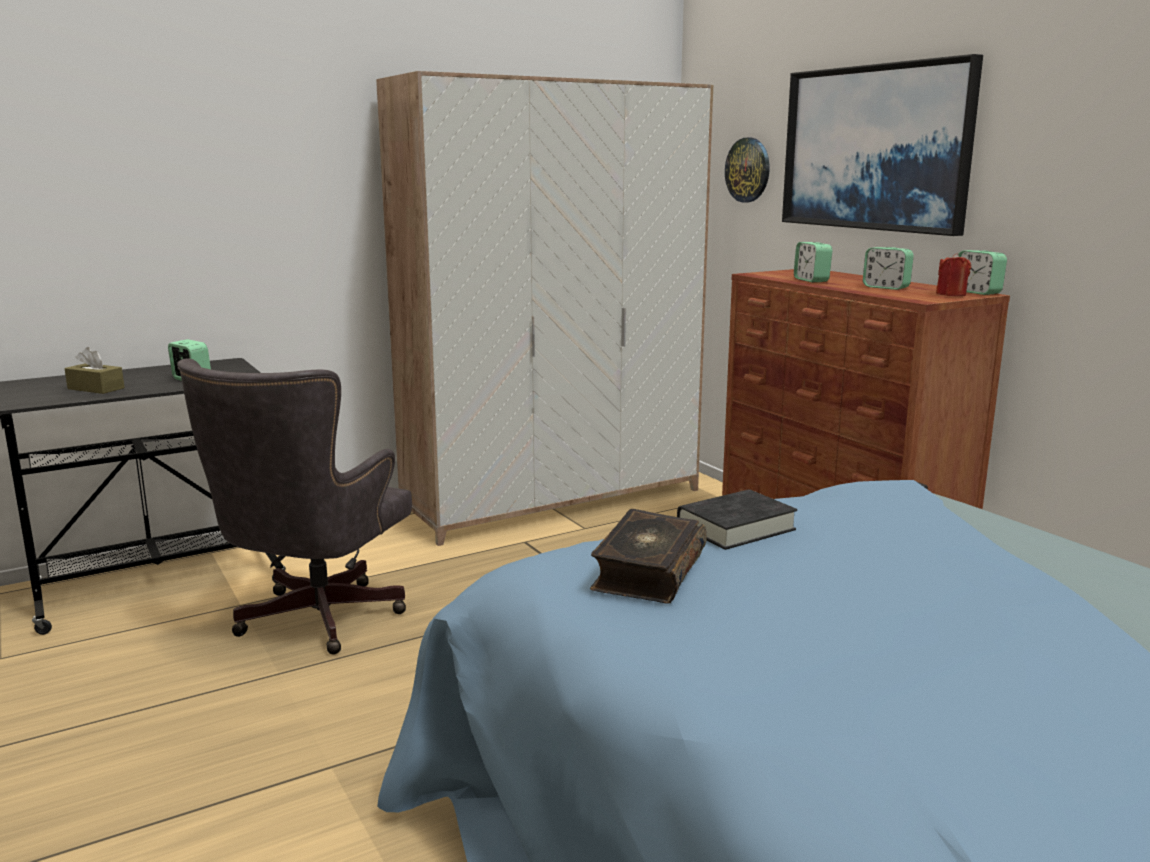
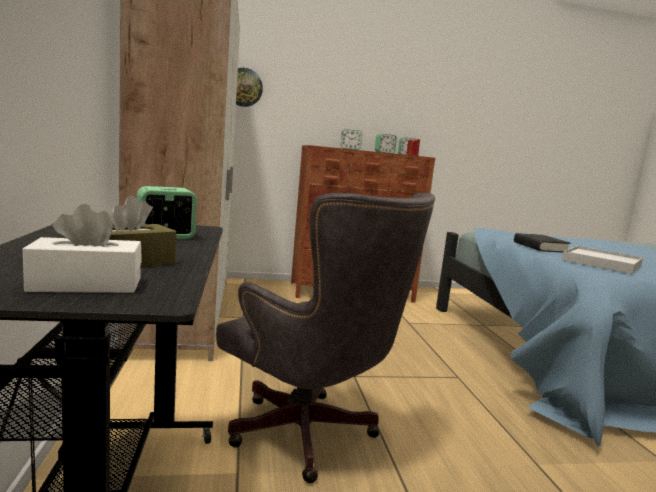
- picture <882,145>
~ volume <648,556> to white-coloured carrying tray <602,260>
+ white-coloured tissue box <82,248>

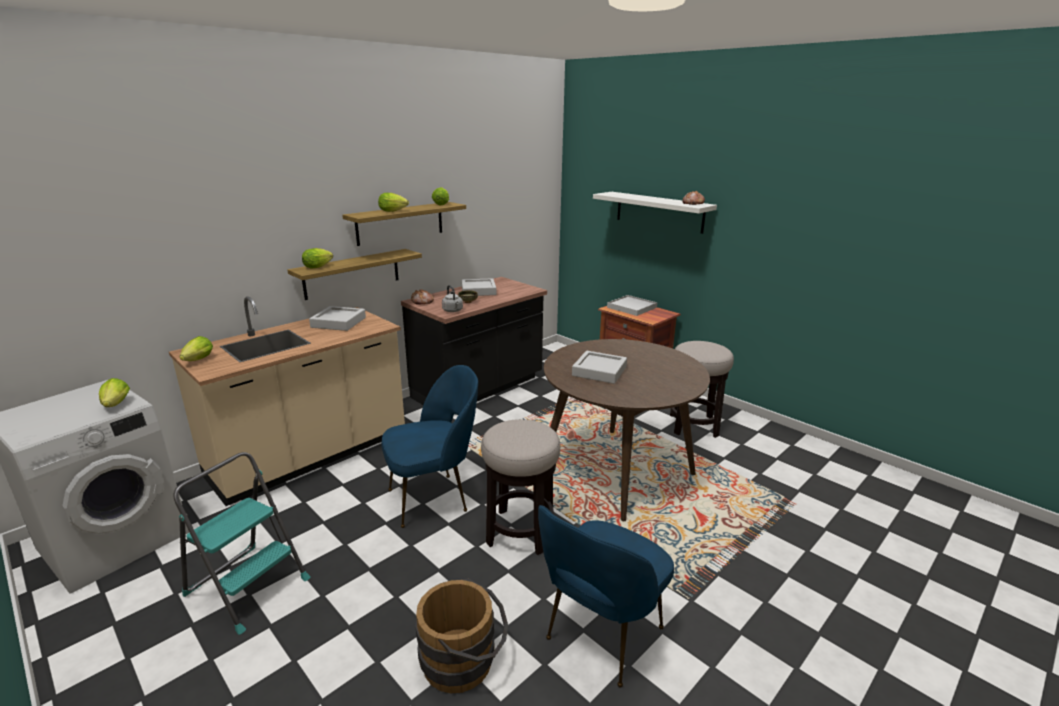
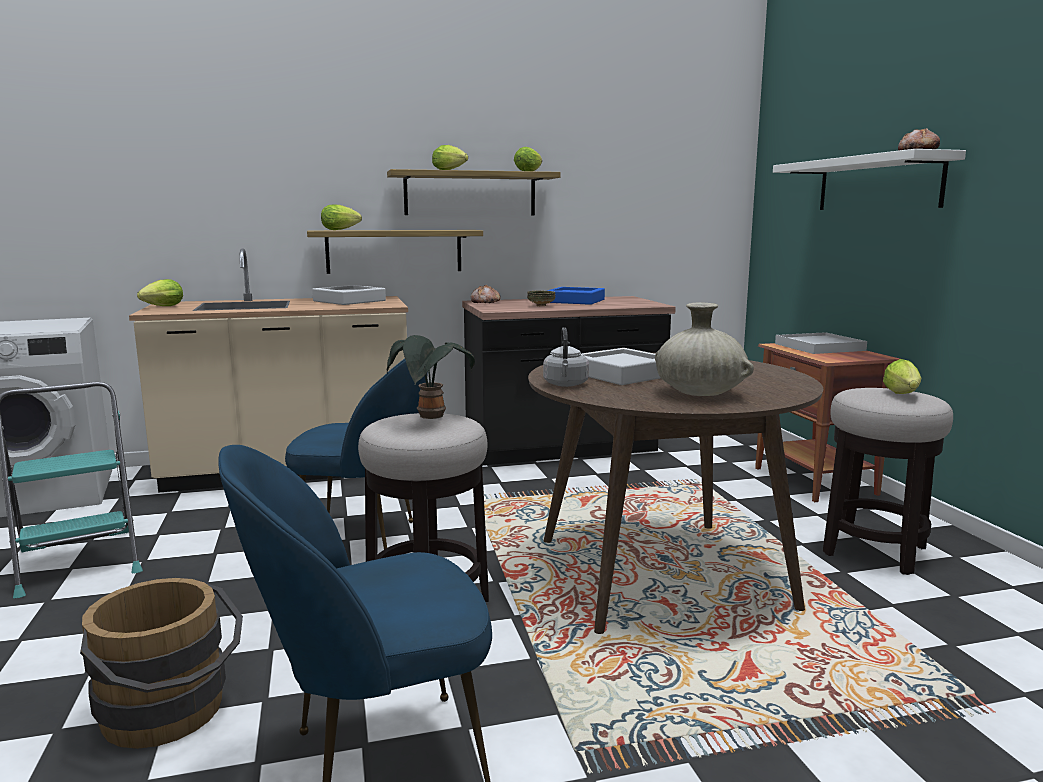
~ gray carrying tray <478,287> to blue-coloured carrying tray <576,296>
~ gray kettle <452,298> to <566,357>
~ lettuce head <114,392> to <902,376>
+ beige-coloured decorative vase <704,349>
+ plant in a pot <431,377>

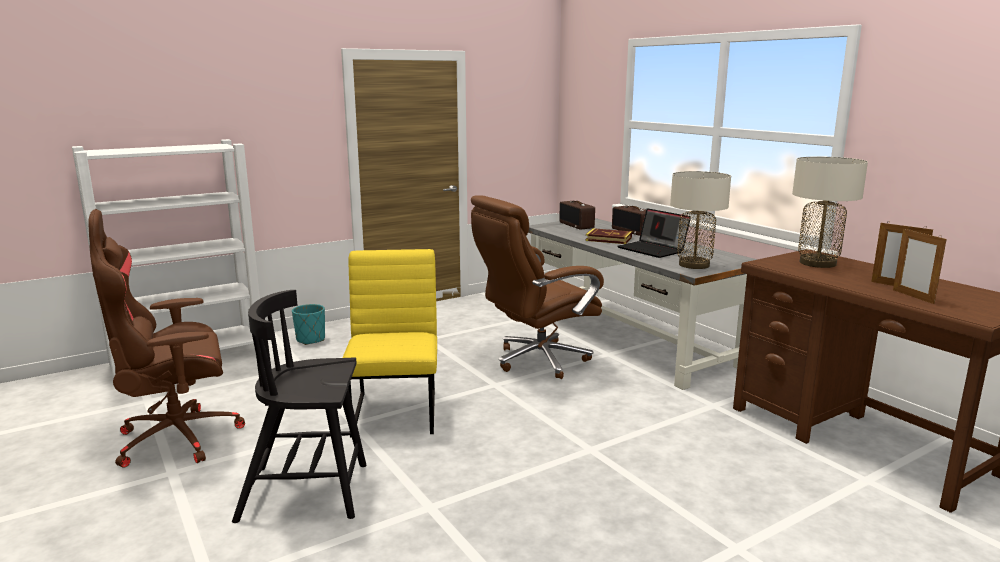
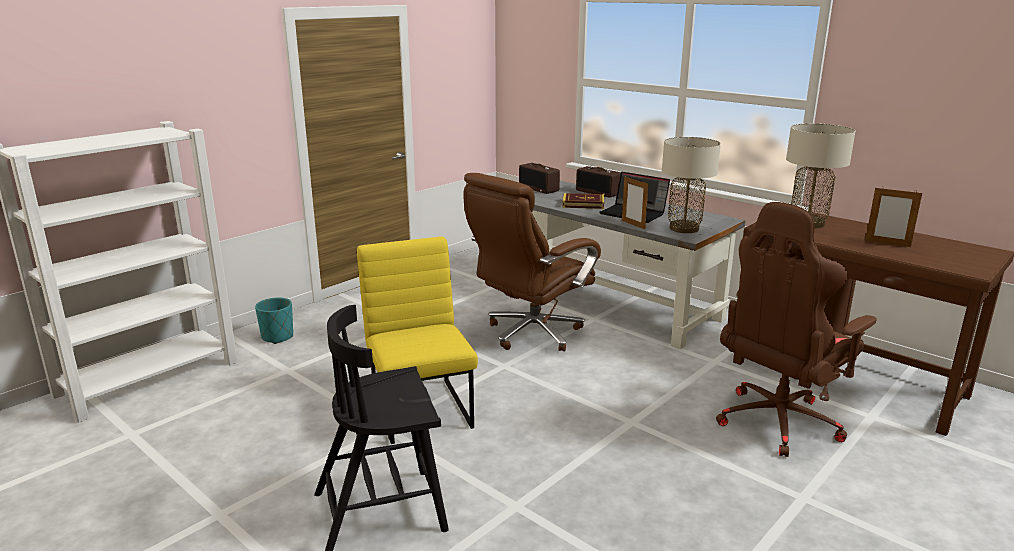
~ brown desk chair <166,338> to <796,329>
~ standing frame <920,266> to <635,203>

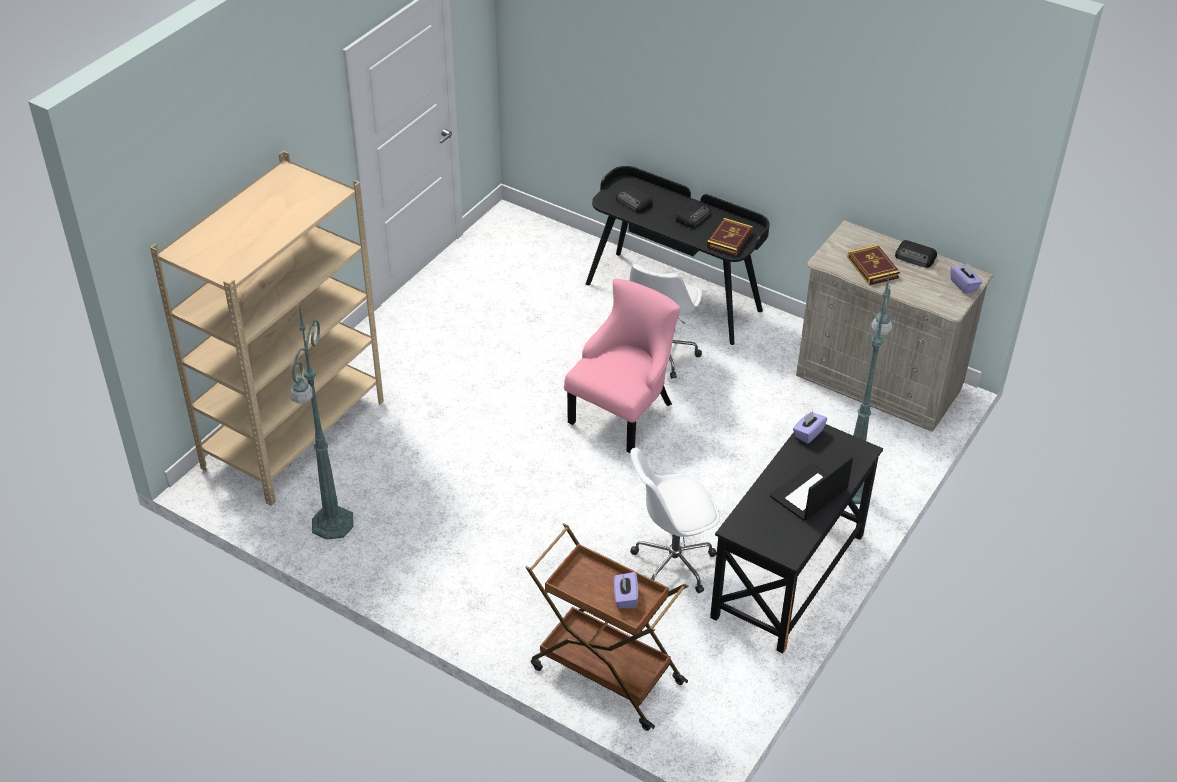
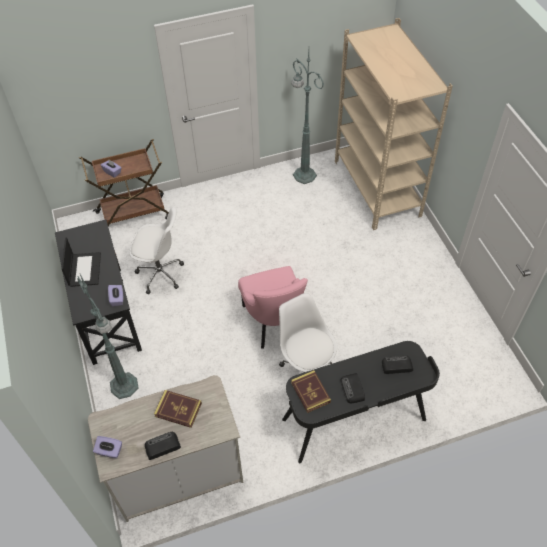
~ white-coloured desk chair <675,520> = <156,250> 75 degrees clockwise

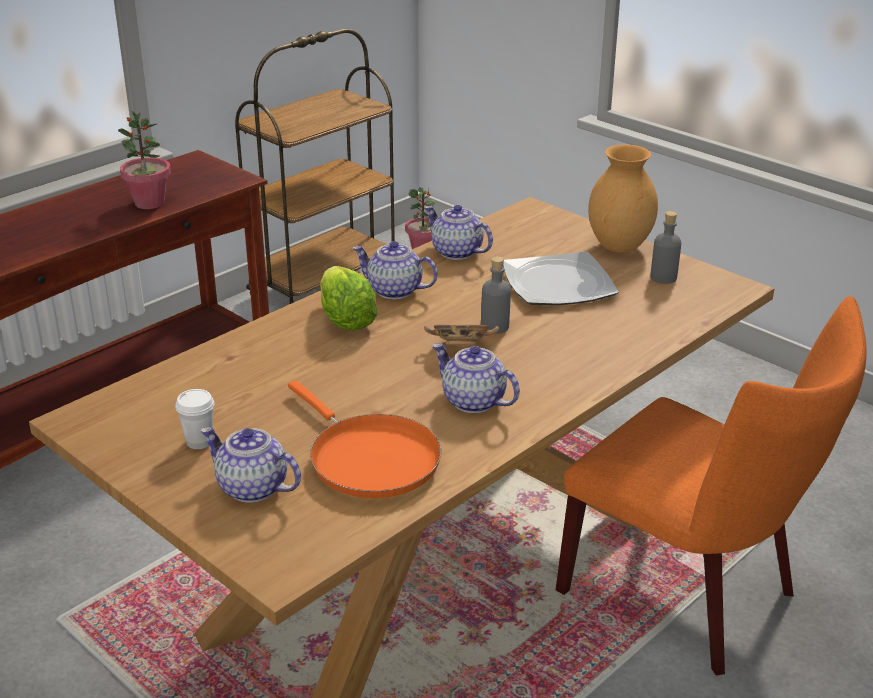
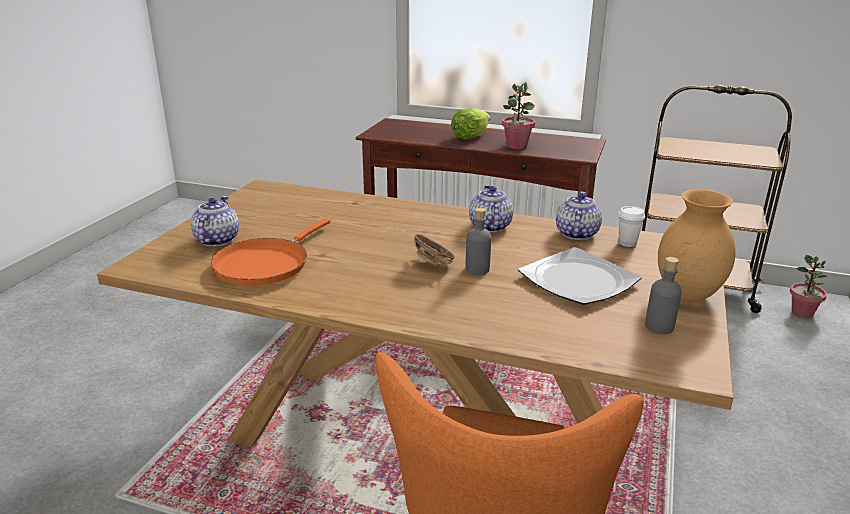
~ lettuce head <349,298> to <471,124>
- tea pot <476,378>
~ white-coloured cup <195,419> to <631,226>

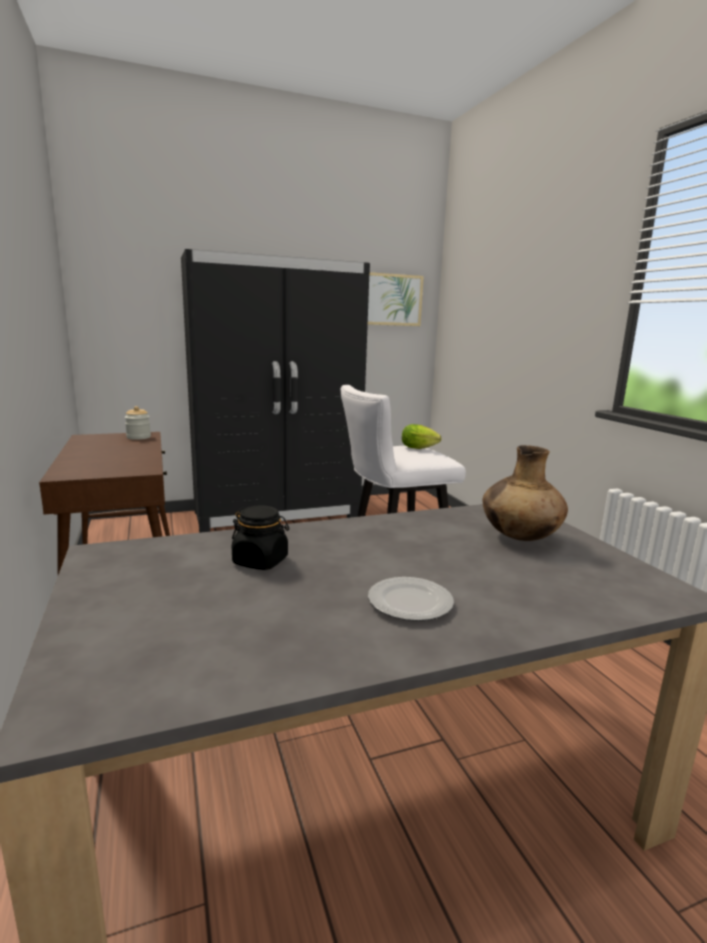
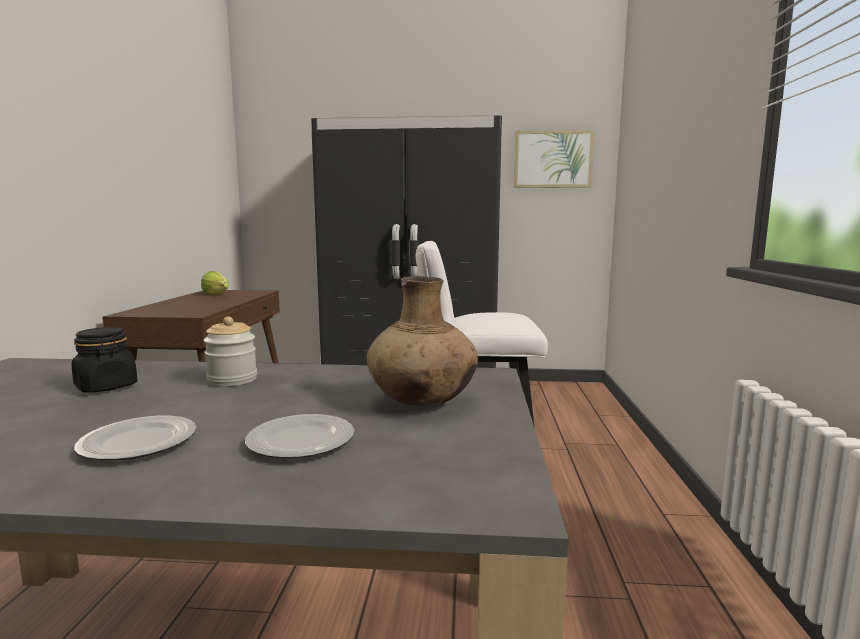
~ storage jar <138,423> to <230,351>
~ lettuce head <421,436> to <215,283>
+ flat dish <299,436>

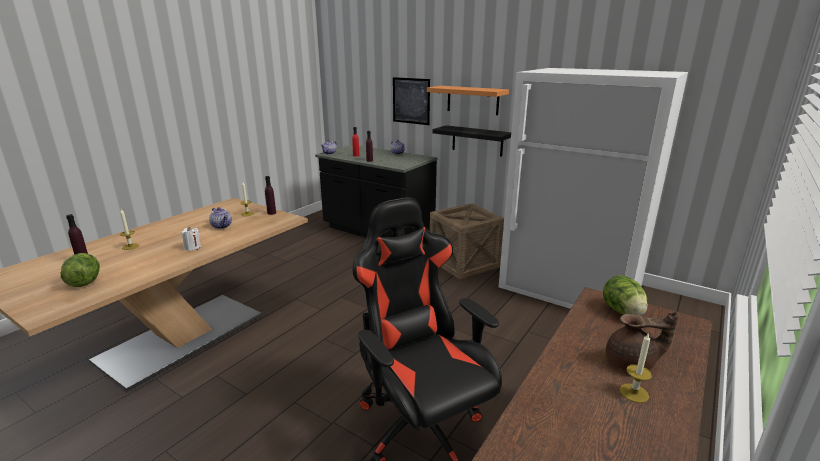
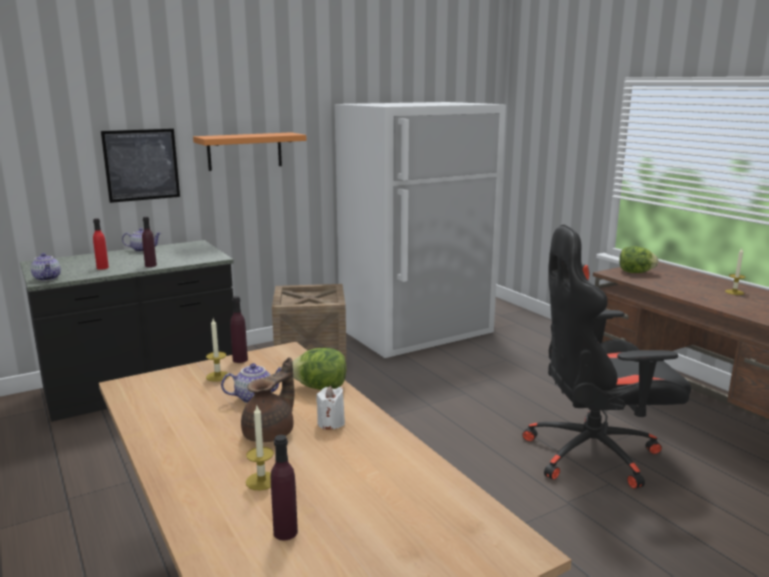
- black-coloured bracket shelf <471,141>
~ lettuce head <80,270> to <319,369>
~ brown tea pot <642,341> to <267,399>

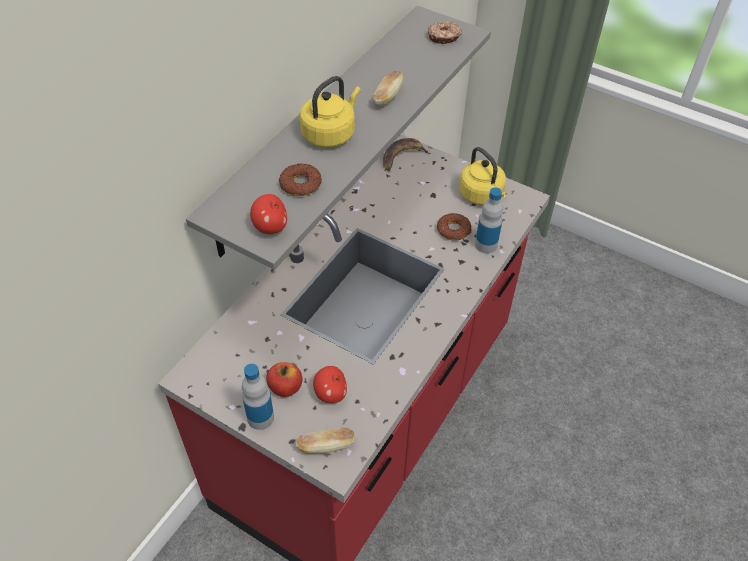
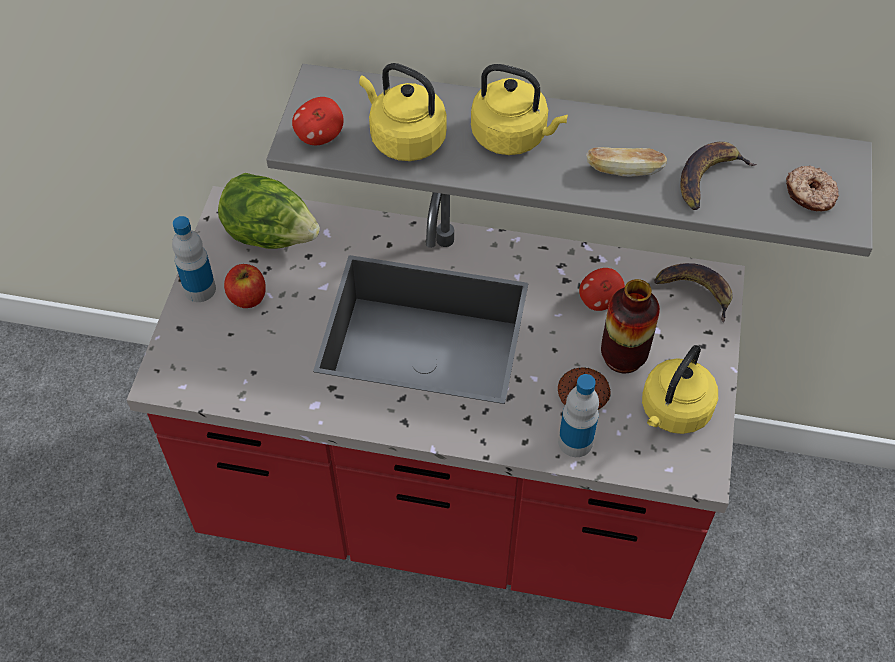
~ donut <300,179> to yellow-coloured kettle <403,112>
~ whole apple <330,384> to <602,289>
- bread <325,440>
+ banana <719,176>
+ lettuce head <269,211>
+ decorative vase <630,326>

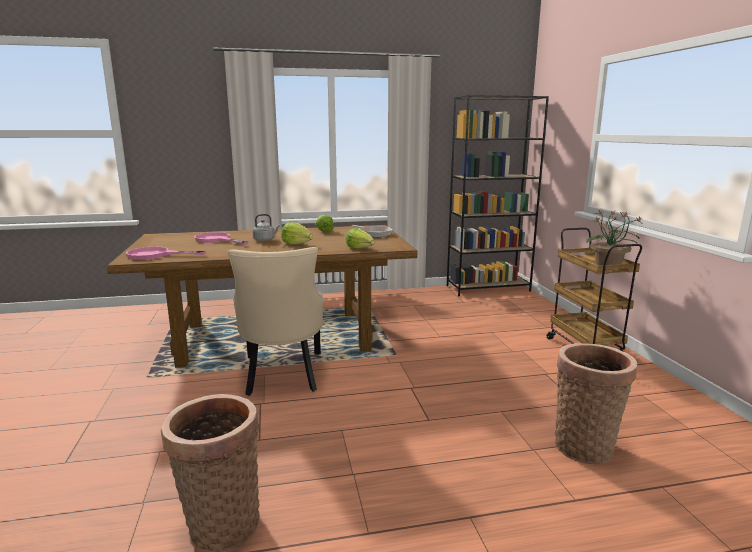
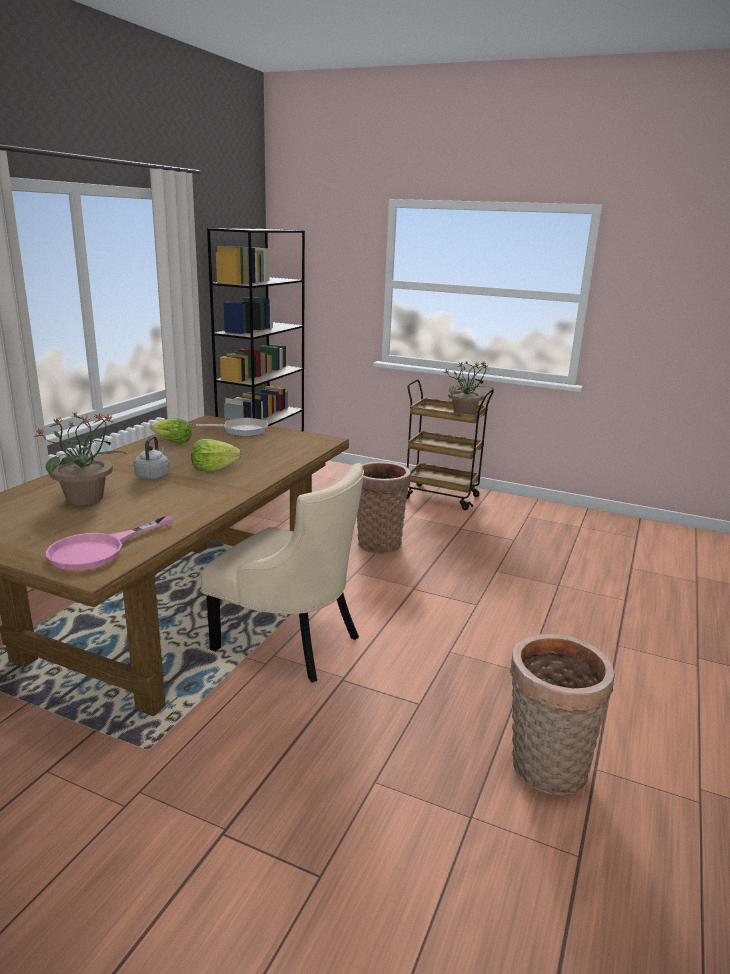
- lettuce head <360,238>
~ pink skillet <221,238> to plant in a pot <80,458>
~ storage basket <595,403> to <384,508>

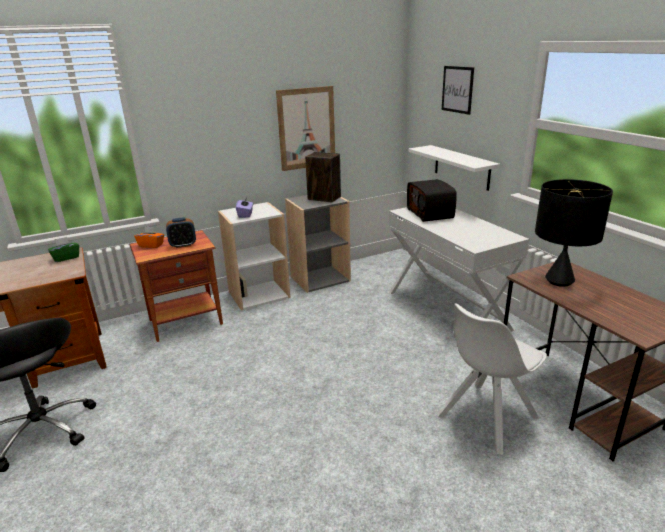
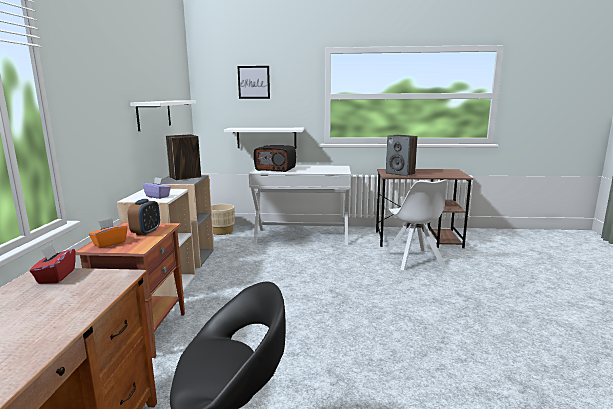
~ picture <305,128> to white-coloured bracket shelf <163,116>
~ black-coloured table lamp <574,233> to audio speaker <402,155>
~ green tissue box <63,249> to red tissue box <53,264>
+ beige-coloured plant pot <223,219>

